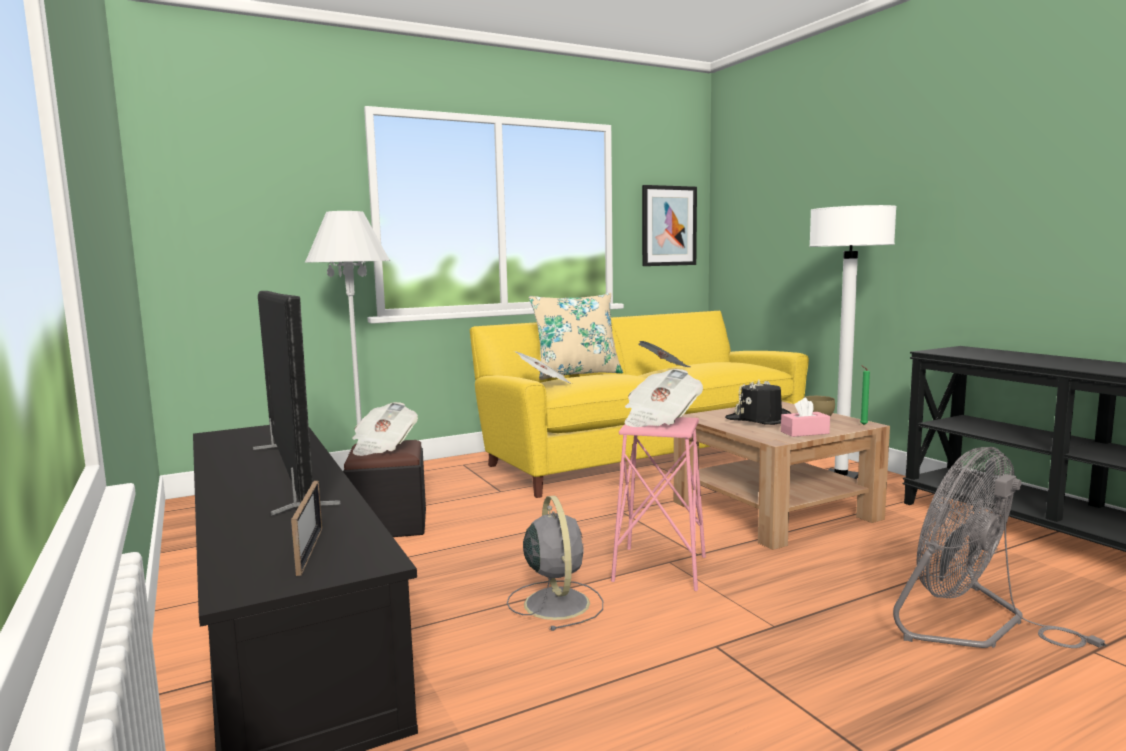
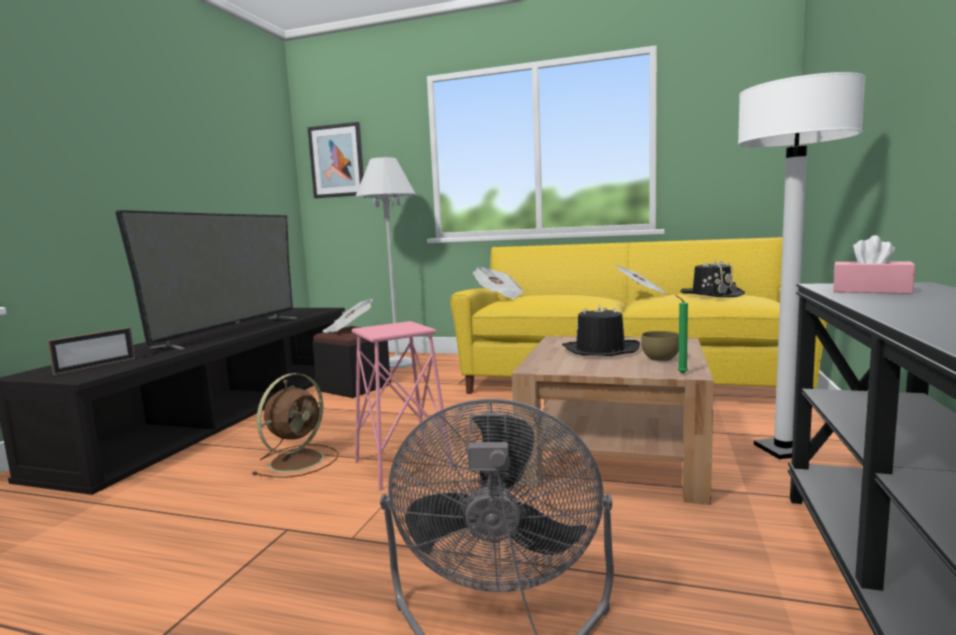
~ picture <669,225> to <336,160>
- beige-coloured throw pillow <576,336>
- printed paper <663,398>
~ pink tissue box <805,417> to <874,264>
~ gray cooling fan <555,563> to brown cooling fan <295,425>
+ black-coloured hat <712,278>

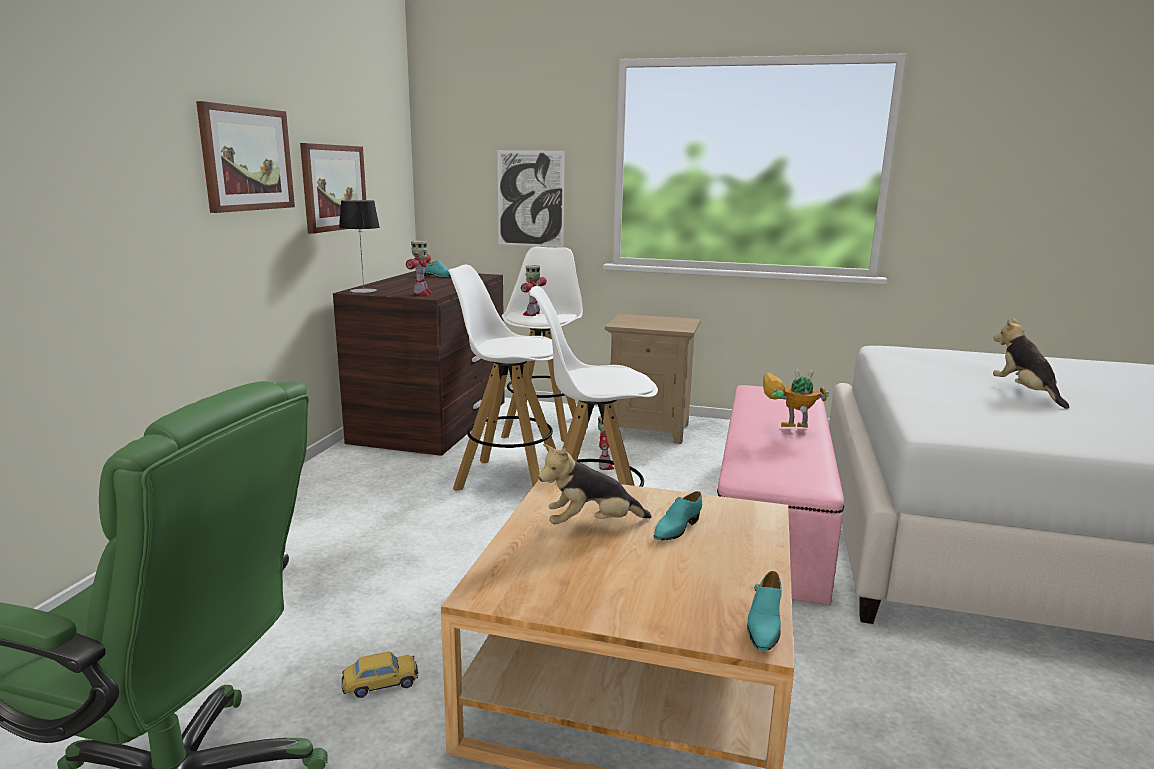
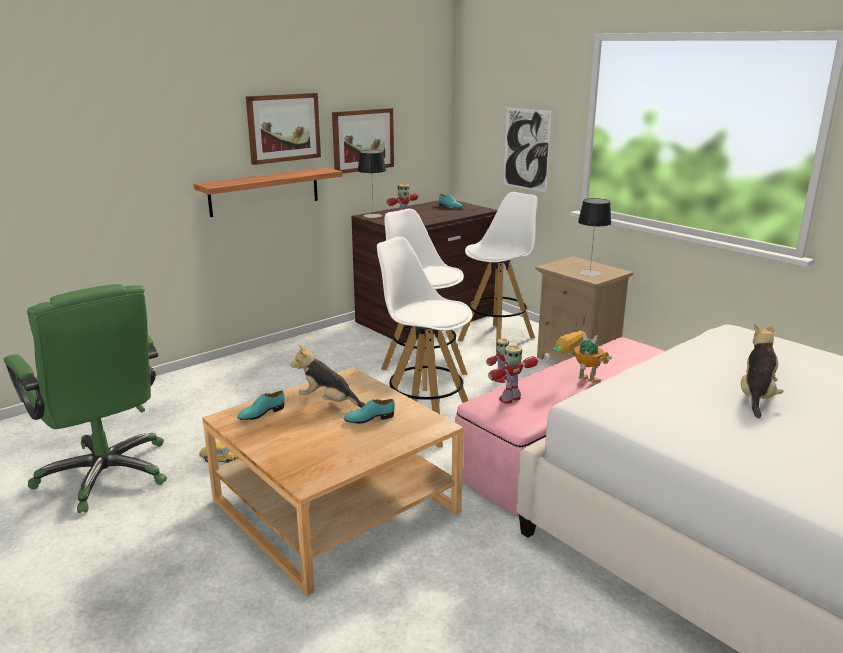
~ toy robot <534,290> to <513,374>
~ blue-green low shoe <764,611> to <261,405>
+ bracket shelf <268,192>
+ table lamp <595,237>

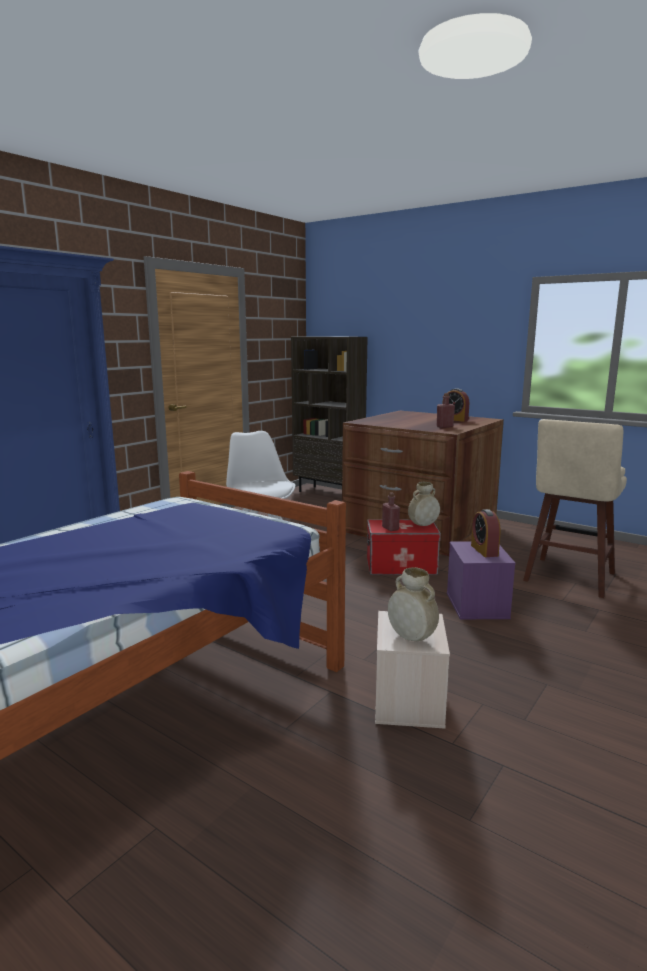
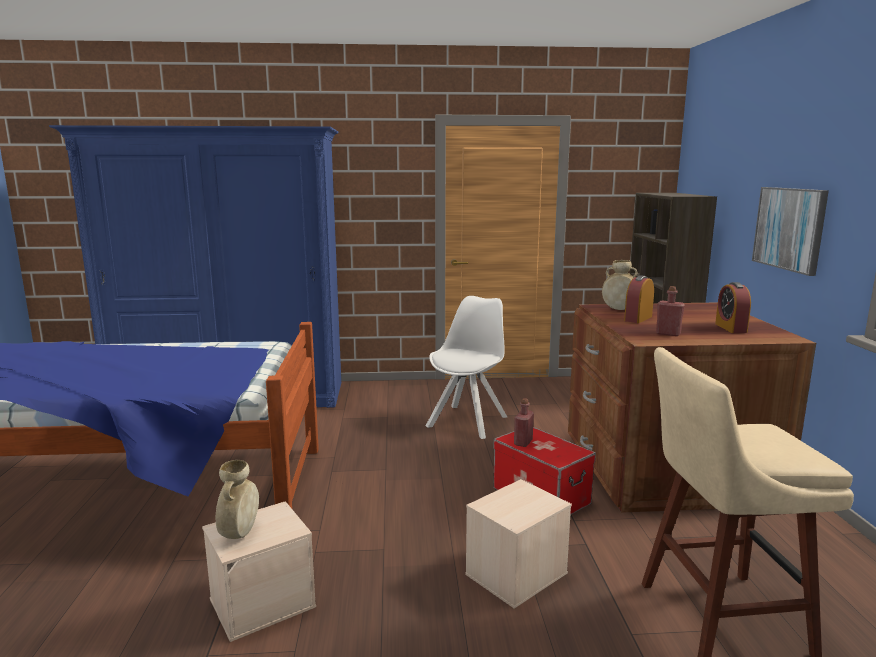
~ beige-coloured decorative vase <424,504> to <619,285>
~ alarm clock <486,533> to <639,299>
~ purple-coloured storage box <481,580> to beige-coloured storage box <518,543>
+ picture <790,231>

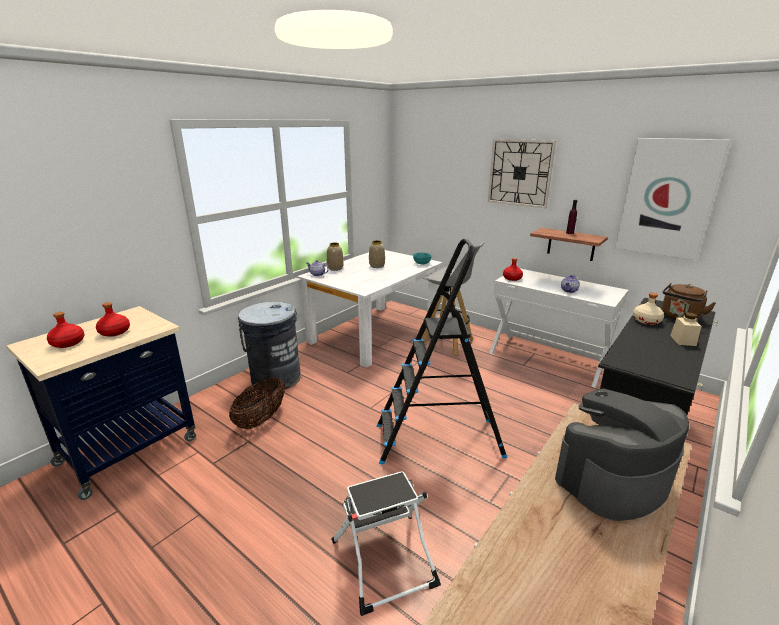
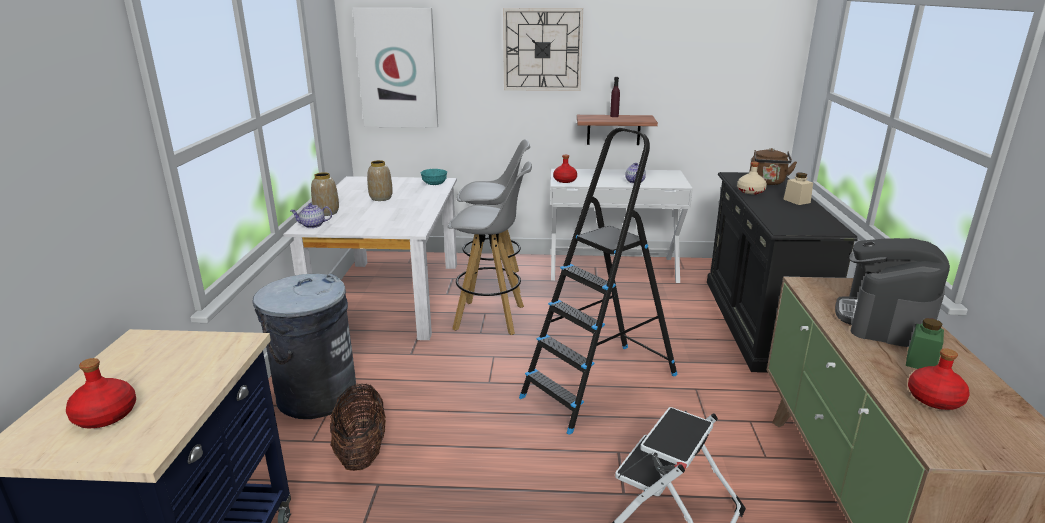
~ picture <672,199> to <395,67>
~ red drink bottle <113,319> to <939,379>
+ gray stool seat <490,248>
+ green storage jar <925,343>

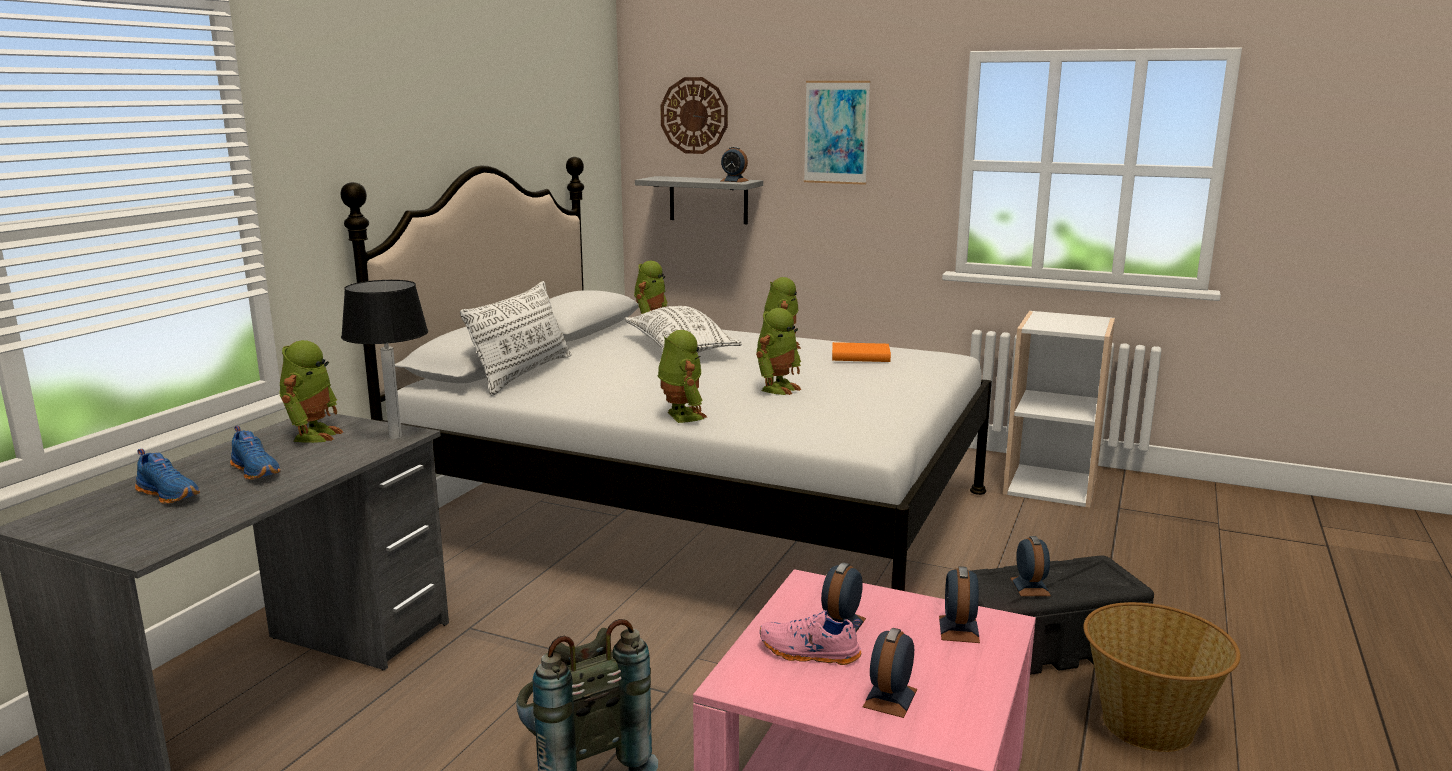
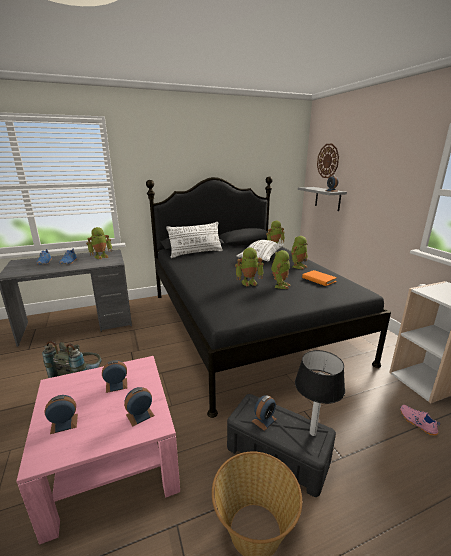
- picture <837,133>
~ white-coloured bed <666,374> to black-coloured bed <268,297>
~ table lamp <384,359> to <320,393>
~ toy robot <682,376> to <281,269>
~ pink low shoe <810,637> to <420,420>

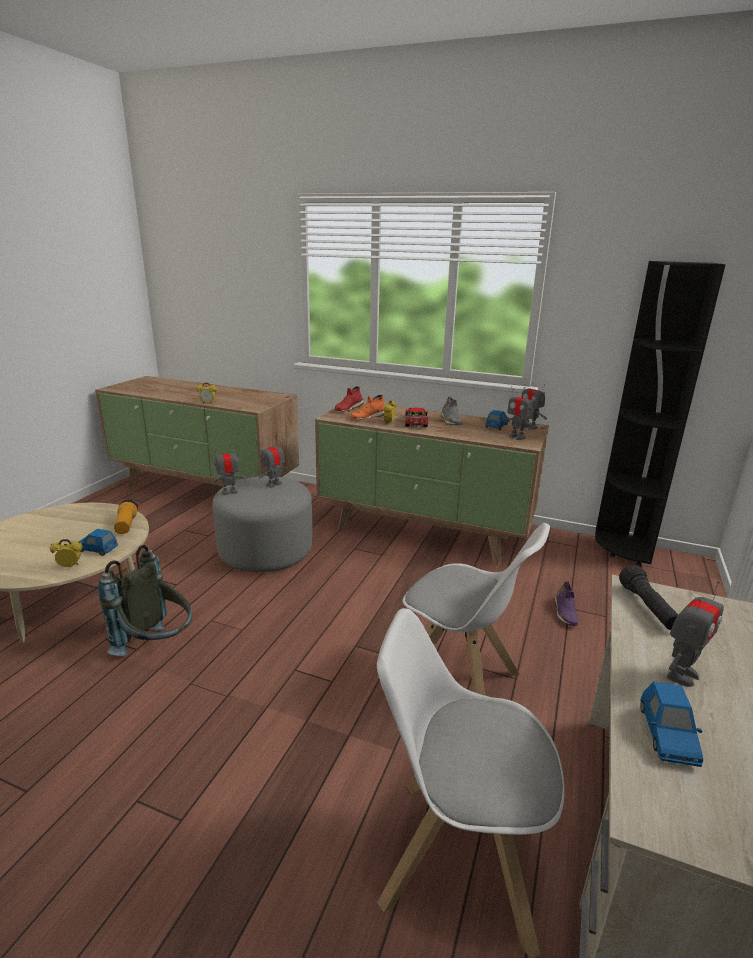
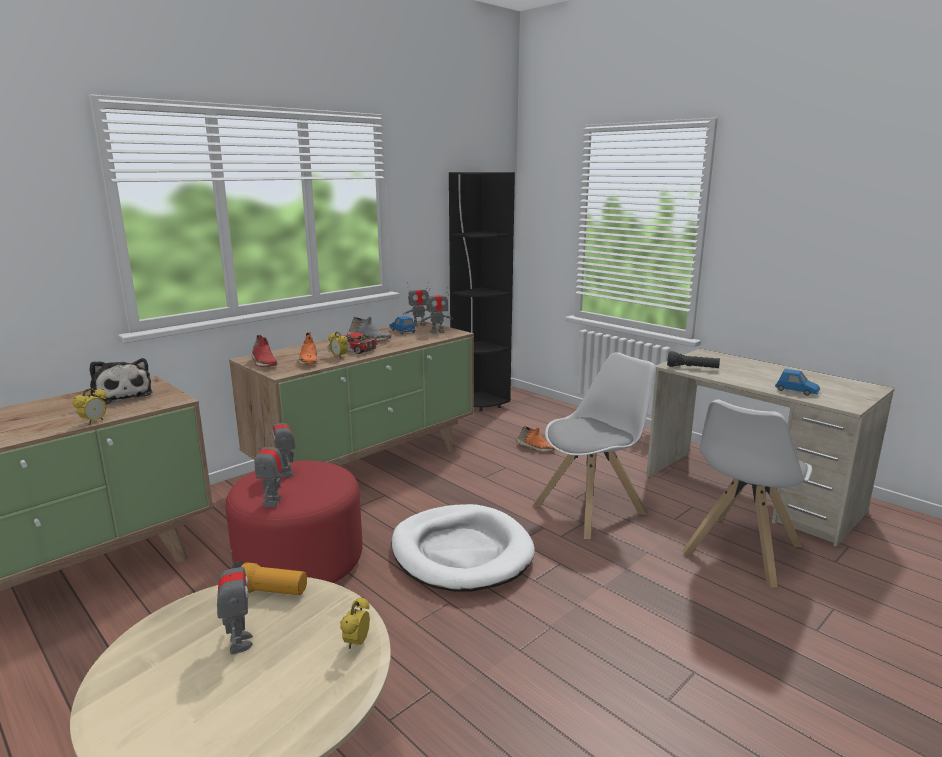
~ gray pouffe <262,524> to red pouffe <294,522>
- blue-coloured miniature car <98,542>
- gray rucksack <145,600>
~ purple-coloured low shoe <566,603> to orange low shoe <535,439>
~ toy robot <695,634> to <235,602>
+ soft toy <121,381>
+ white-coloured pet bed <463,548>

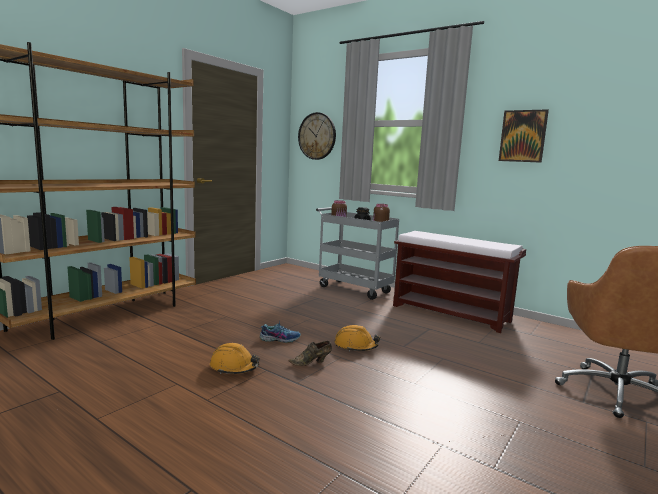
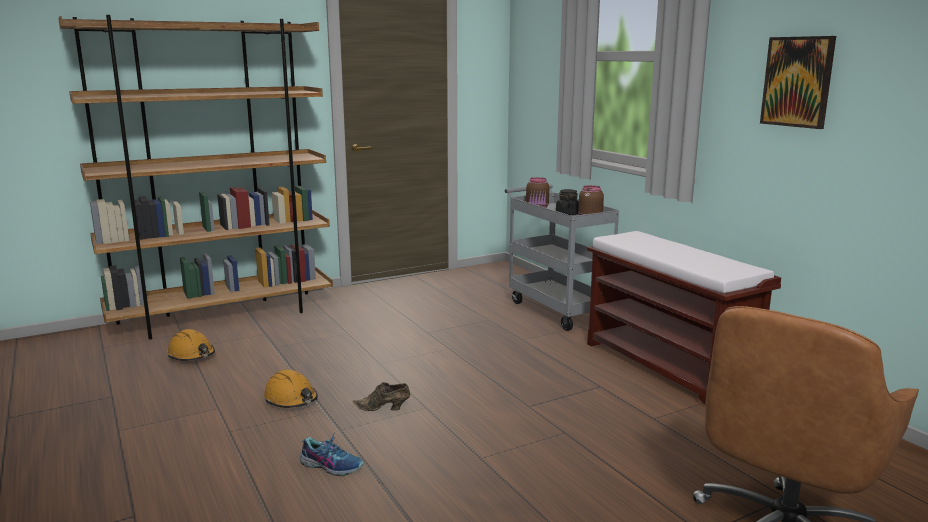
- hanging clock <317,136>
~ low shoe <280,332> to <332,454>
~ orange safety helmet <357,338> to <191,345>

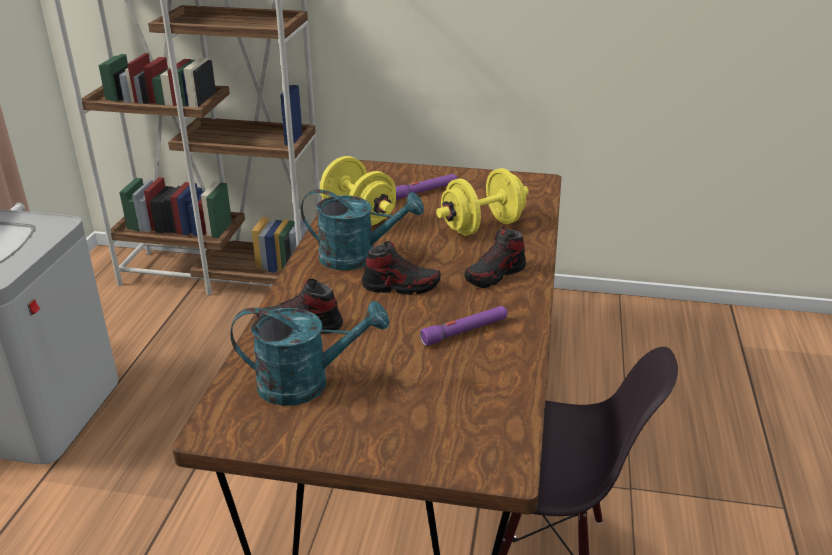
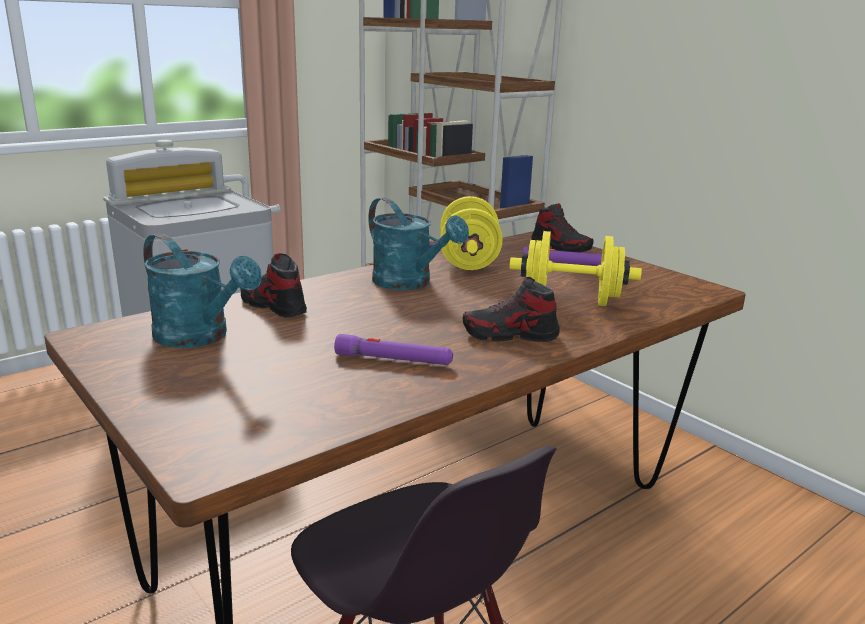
~ low shoe <401,268> to <562,227>

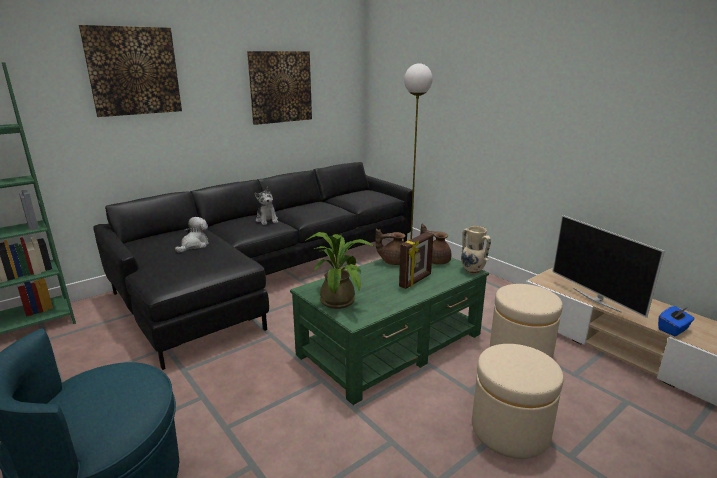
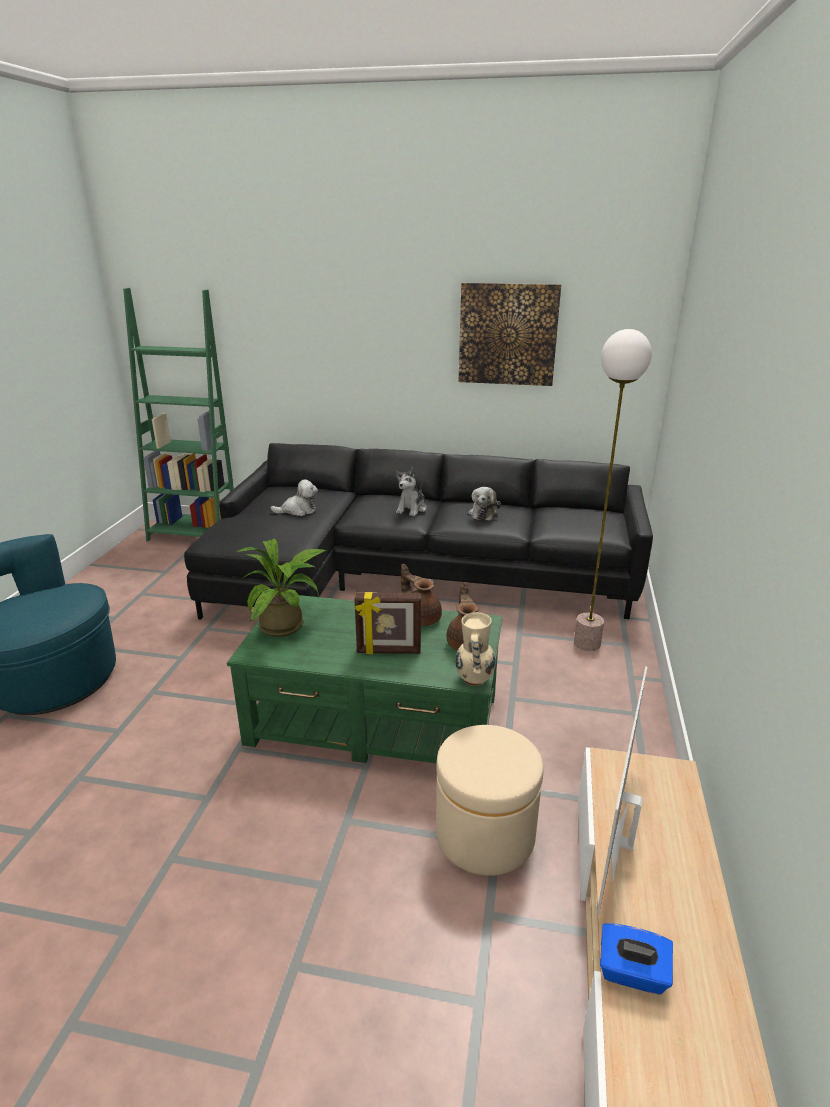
- picture <130,71>
- beige-coloured pouffe <518,401>
+ soft toy <484,504>

